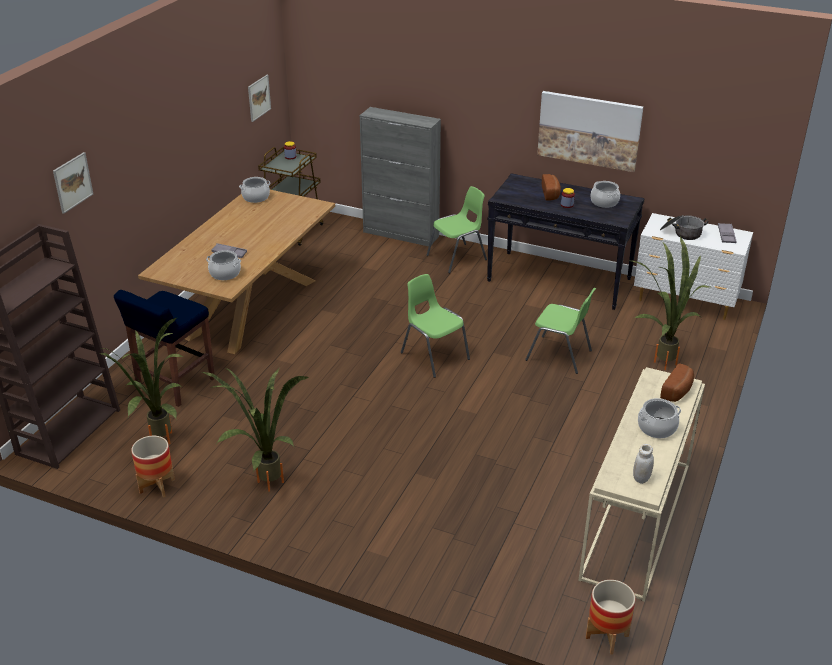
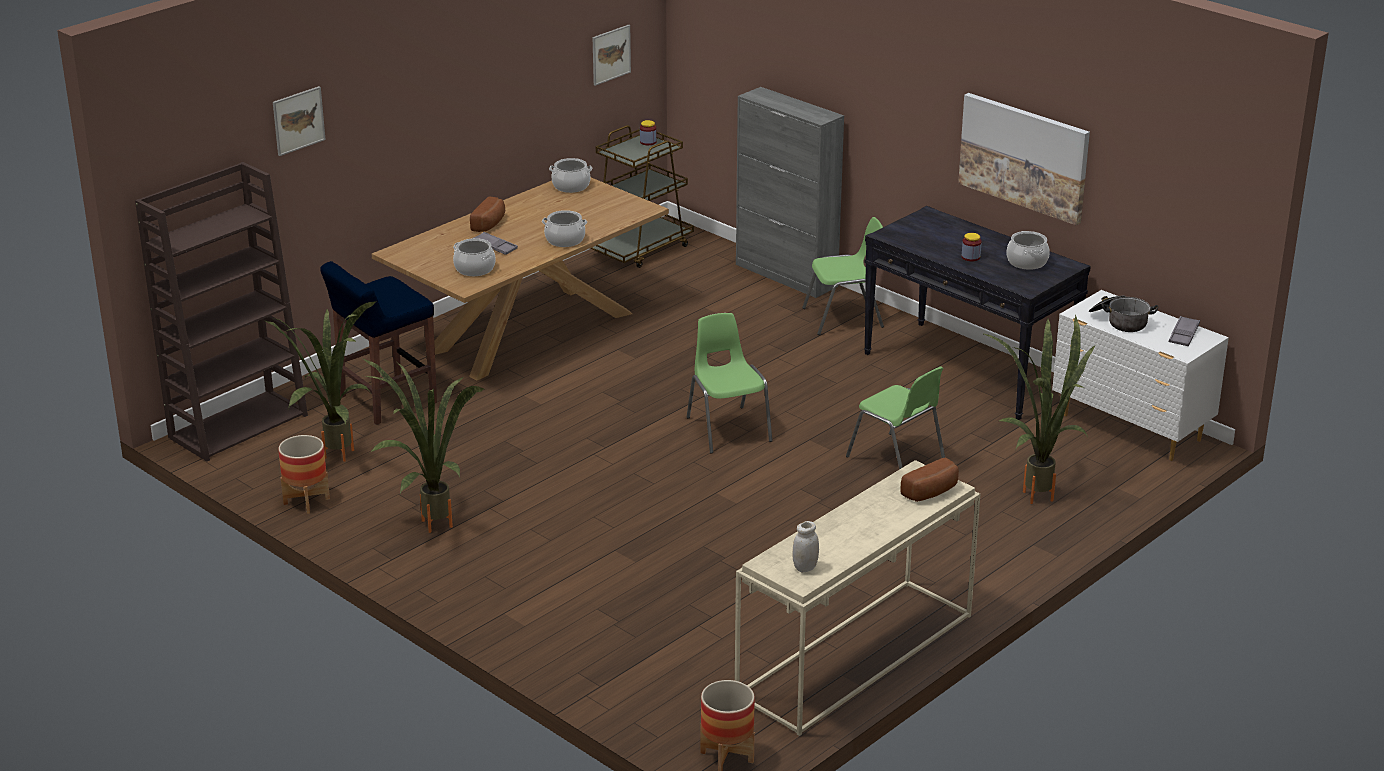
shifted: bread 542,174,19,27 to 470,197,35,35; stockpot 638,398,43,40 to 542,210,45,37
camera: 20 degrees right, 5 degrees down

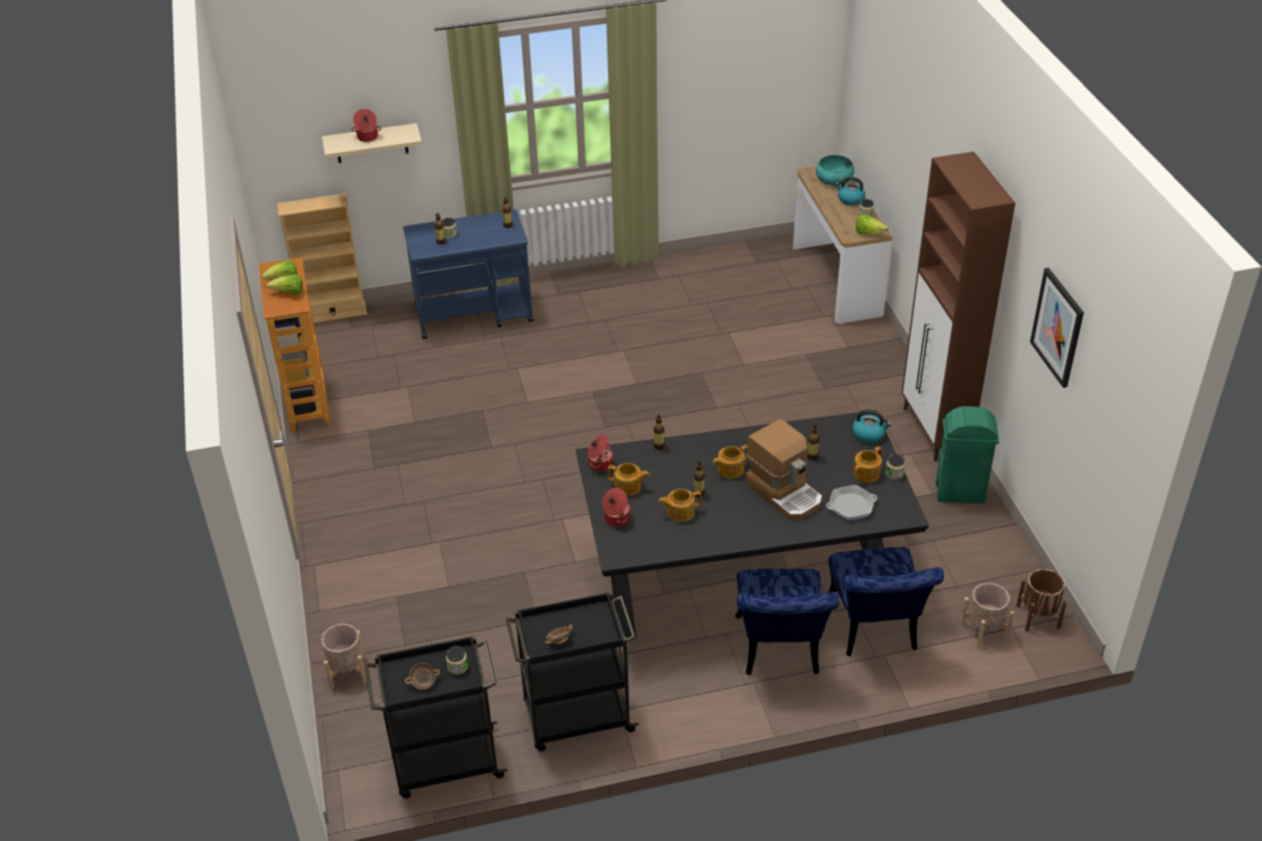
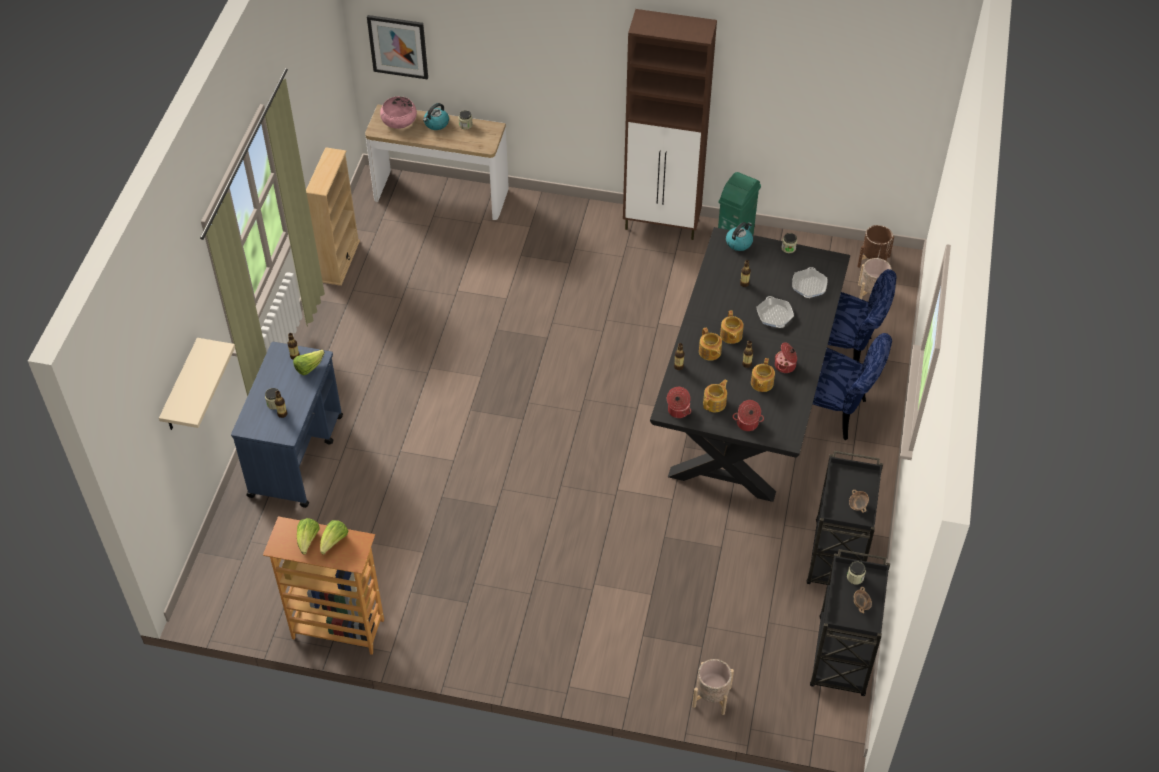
shifted: stockpot 351,109,31,33 to 775,342,22,31; bookshelf in beige 277,193,90,130 to 306,147,54,139; lettuce 856,214,33,20 to 293,350,32,25; wall art 1030,268,54,120 to 367,15,61,64; teapot 853,446,29,37 to 699,328,23,33
swapped: coffee brewer 746,419,76,101 to frying pan 756,296,38,32
repainted: bowl in turquoise 816,155,38,31 to bowl in pink-coloured 380,96,37,33
camera: 65 degrees left, 10 degrees up

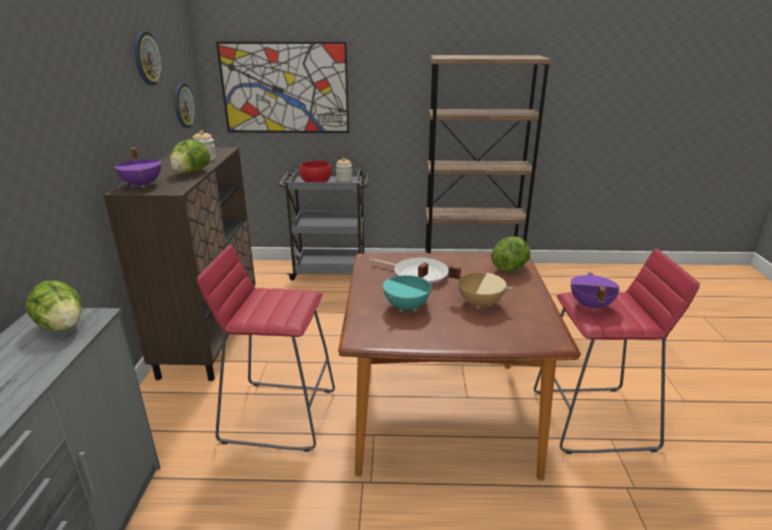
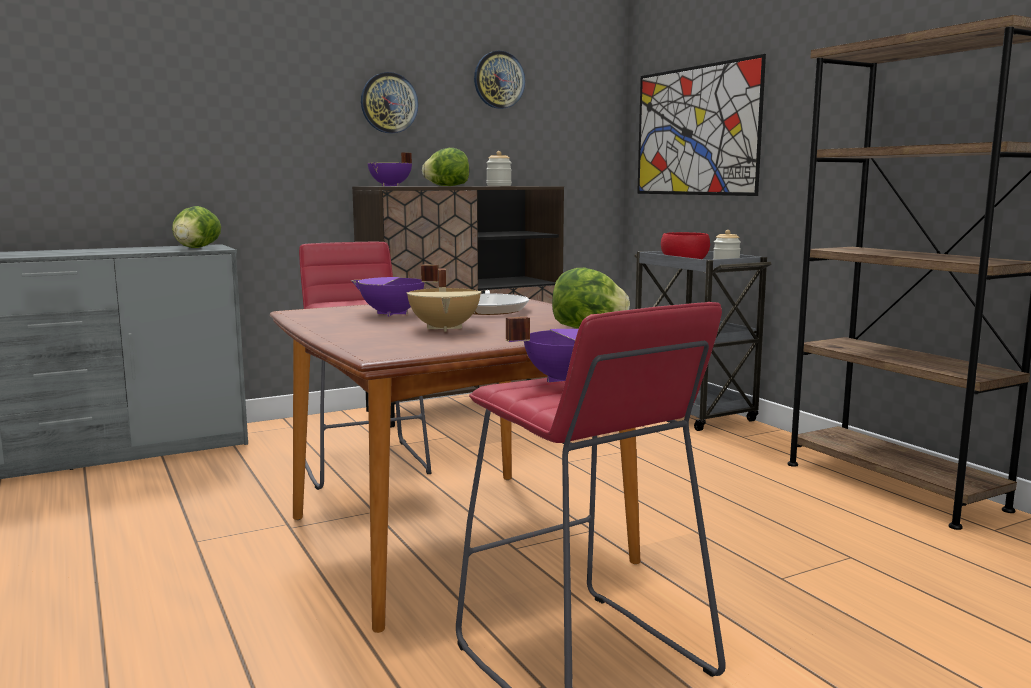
shifted: clock on the wall 175,83,20,45 to 361,72,57,61
repainted: stockpot in turquoise 383,262,48,50 to stockpot in purplish 351,264,88,53
camera: 60 degrees right, 15 degrees down

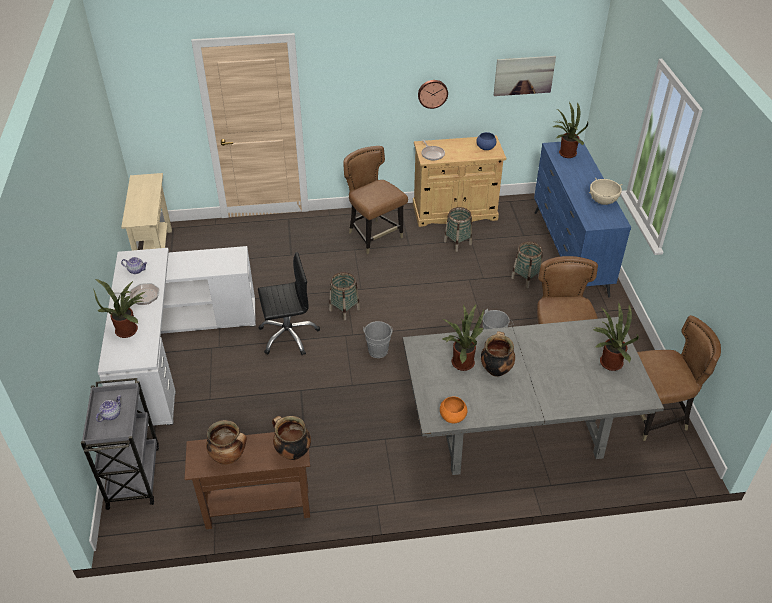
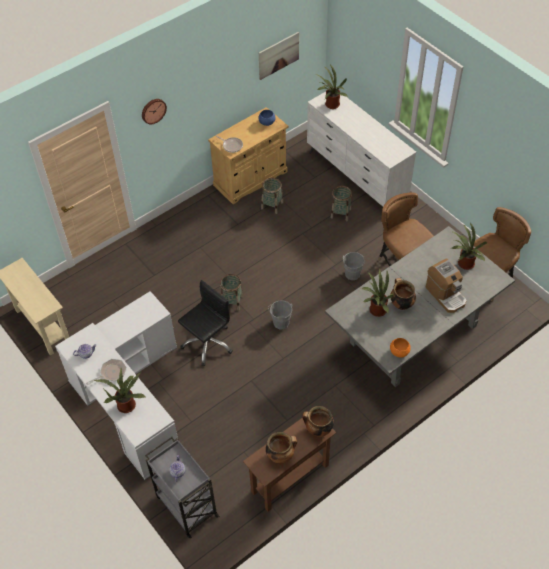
gone: upright chair in brown-coloured 343,146,65,108; stockpot in beige 589,178,34,27
new: coffee brewer 425,259,42,54
shifted: clock on the wall 418,80,30,29 to 142,99,25,25
repainted: drawer chest in blue-coloured 534,140,97,158 to drawer chest in white 307,87,109,119
camera: 30 degrees left, 10 degrees up

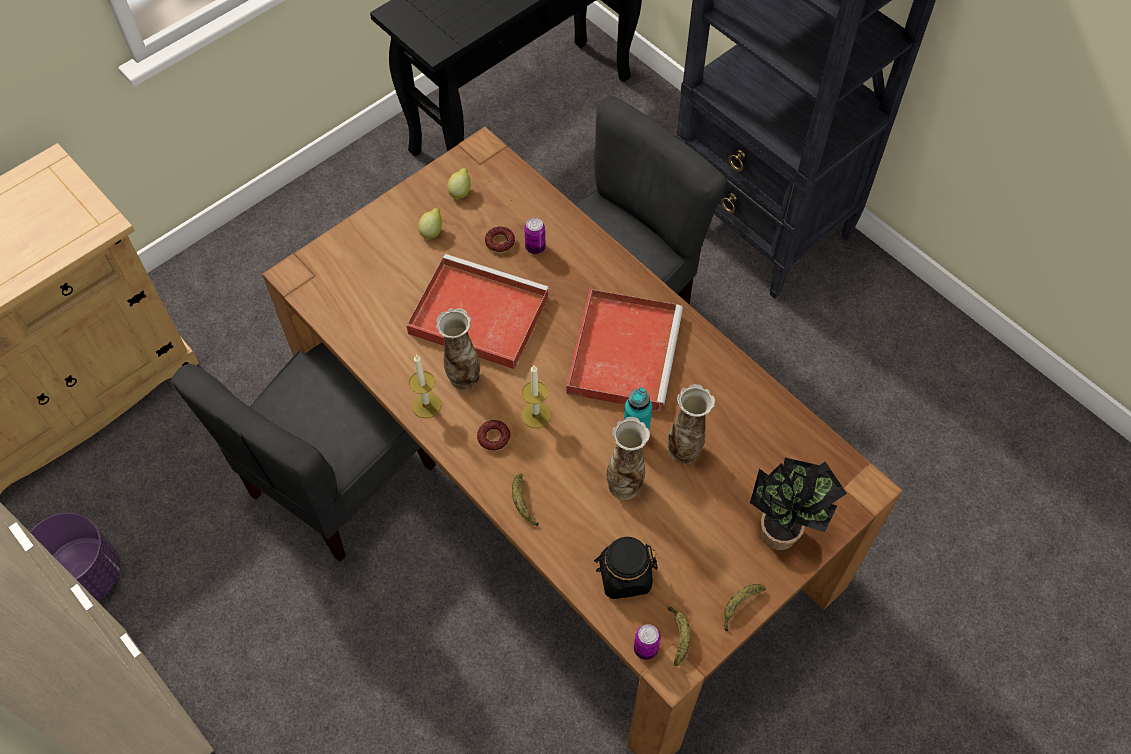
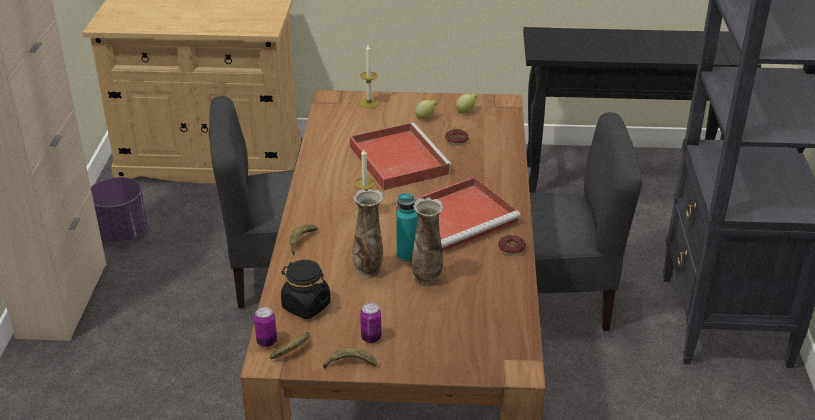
gone: decorative vase 436,308,44,82; plant in a pot 750,458,97,92
shifted: sealed can 524,218,22,36 to 360,303,21,40; wax light 409,355,33,63 to 359,45,20,63; doughnut 477,420,33,31 to 498,235,28,21
camera: 45 degrees right, 25 degrees down

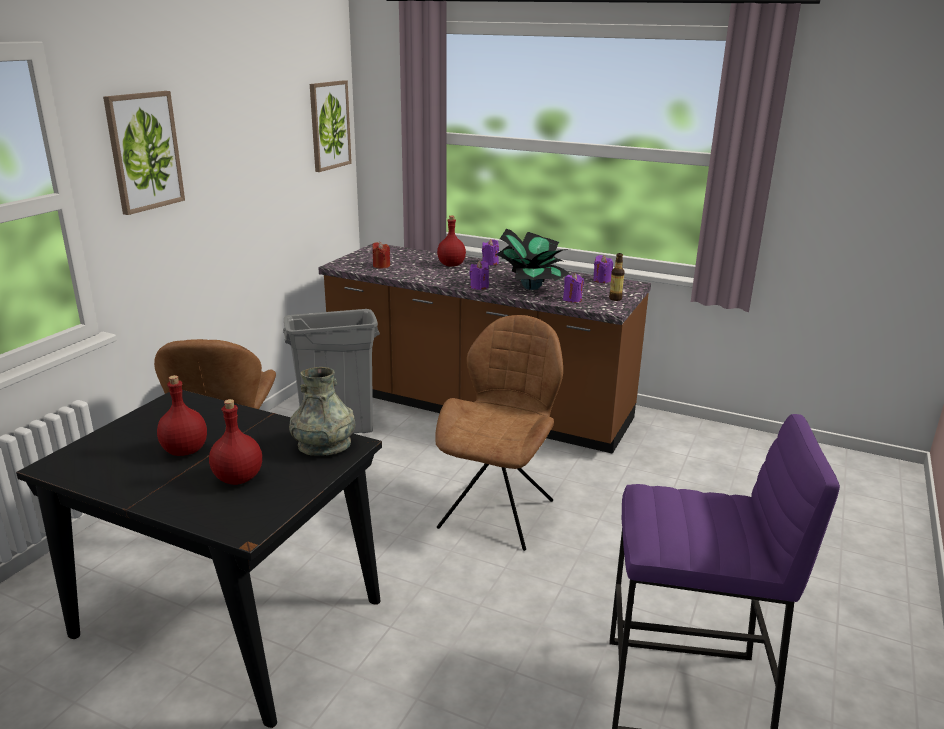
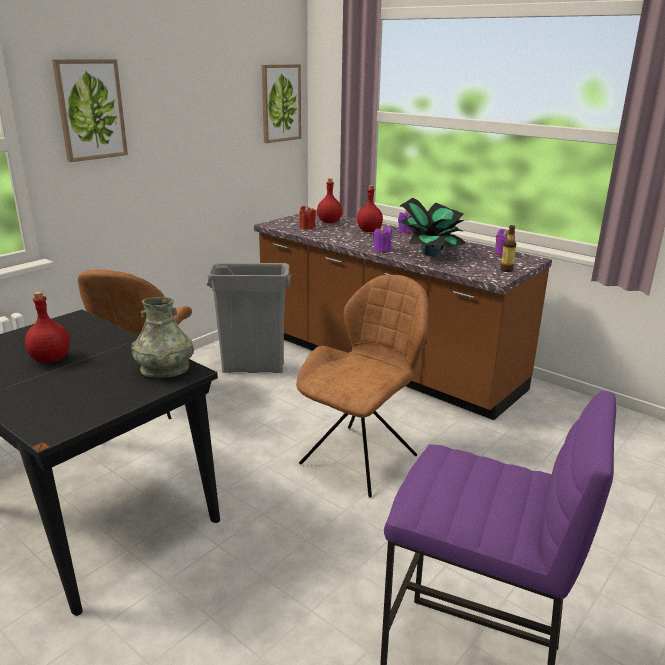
gone: wax light in purplish 563,273,21,30
shifted: drink bottle in red-coloured 209,399,53,86 to 317,178,25,45
camera: 15 degrees right, 0 degrees up

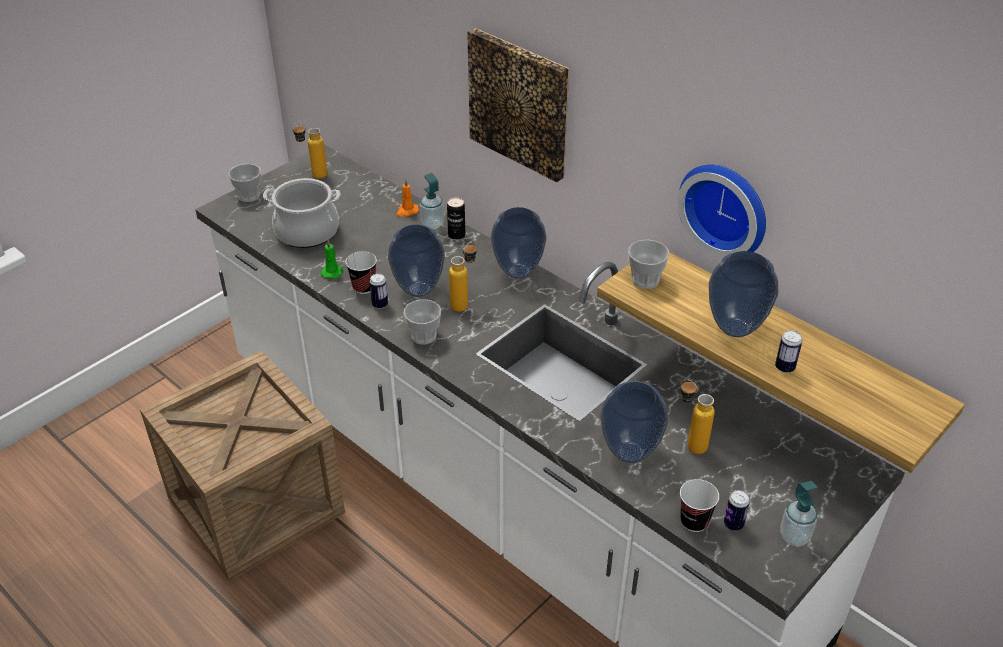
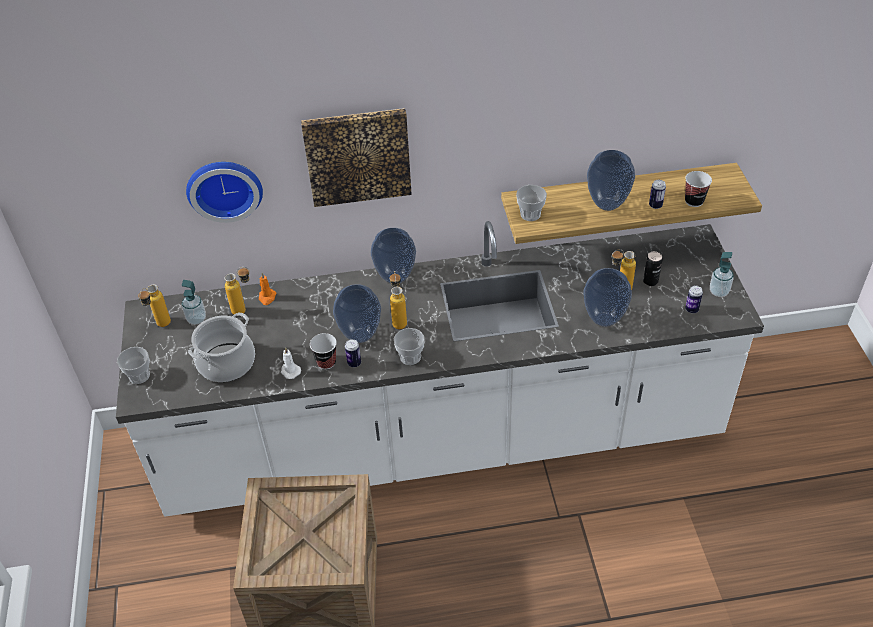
new: drink bottle 224,267,26,49
shifted: clock on the wall 678,165,88,92 to 186,162,77,61; soap bottle 420,173,24,56 to 182,280,24,45; sealed can 447,197,18,43 to 643,251,19,35; drinking cup 680,479,39,53 to 685,171,27,36
repainted: wax light in greenish 321,240,22,39 to wax light in white 281,347,20,32
camera: 50 degrees left, 5 degrees up

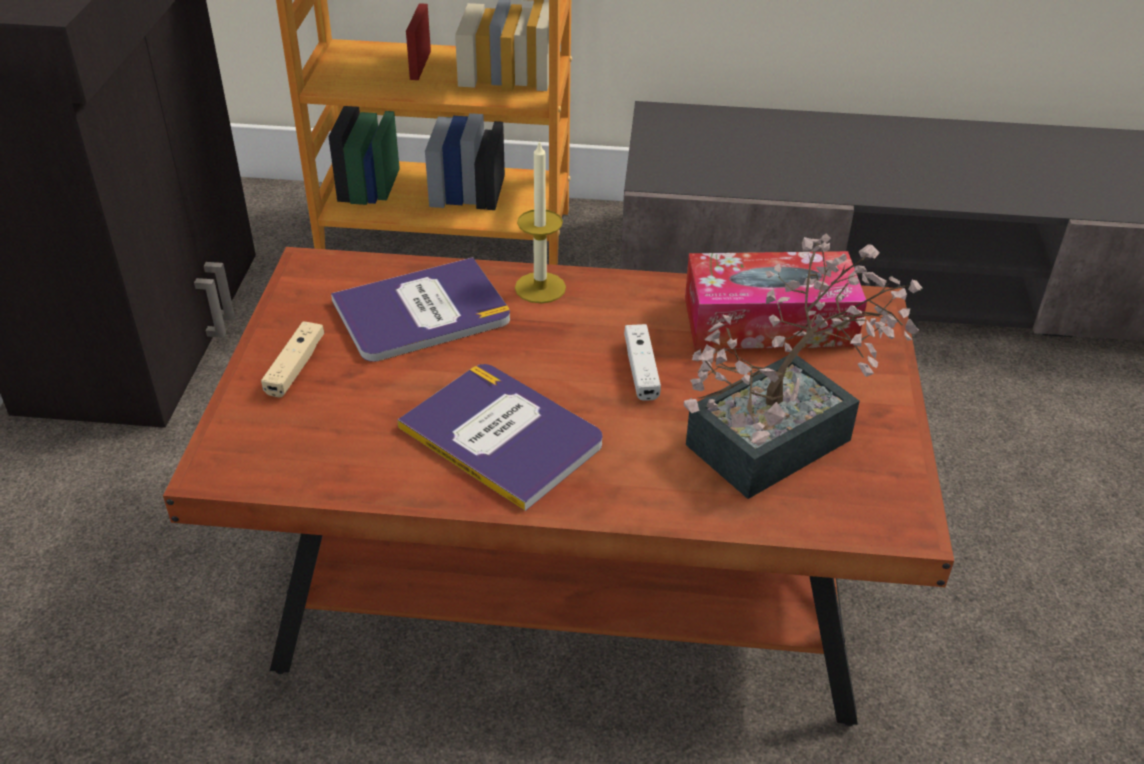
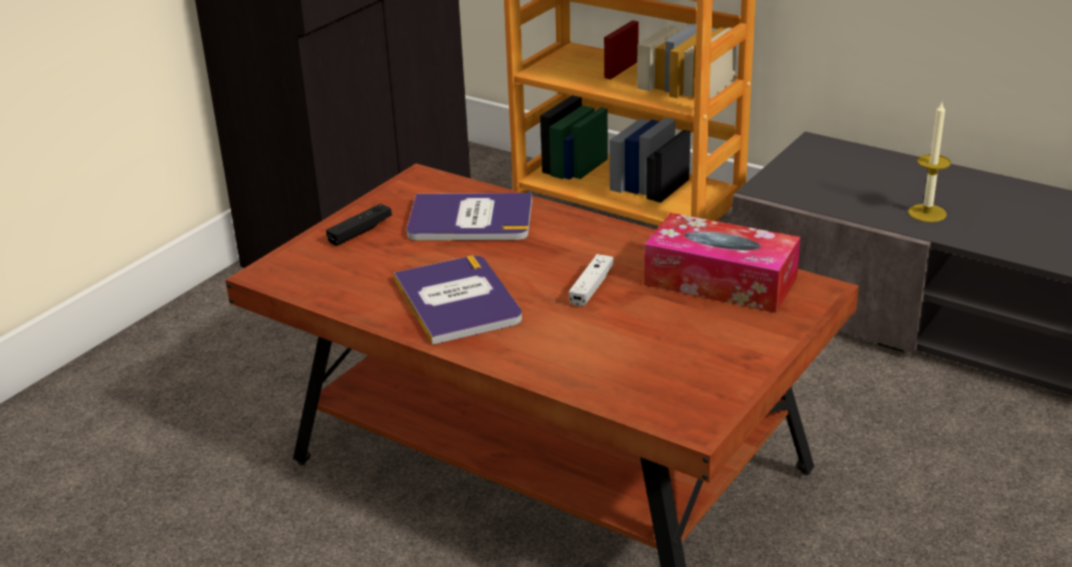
gone: plant in a pot 684,234,239,265
shifted: wax light 515,140,51,163 to 908,102,43,120
repainted: gamepad in beige 261,321,64,76 to gamepad in black 326,204,66,42
camera: 30 degrees right, 10 degrees down

